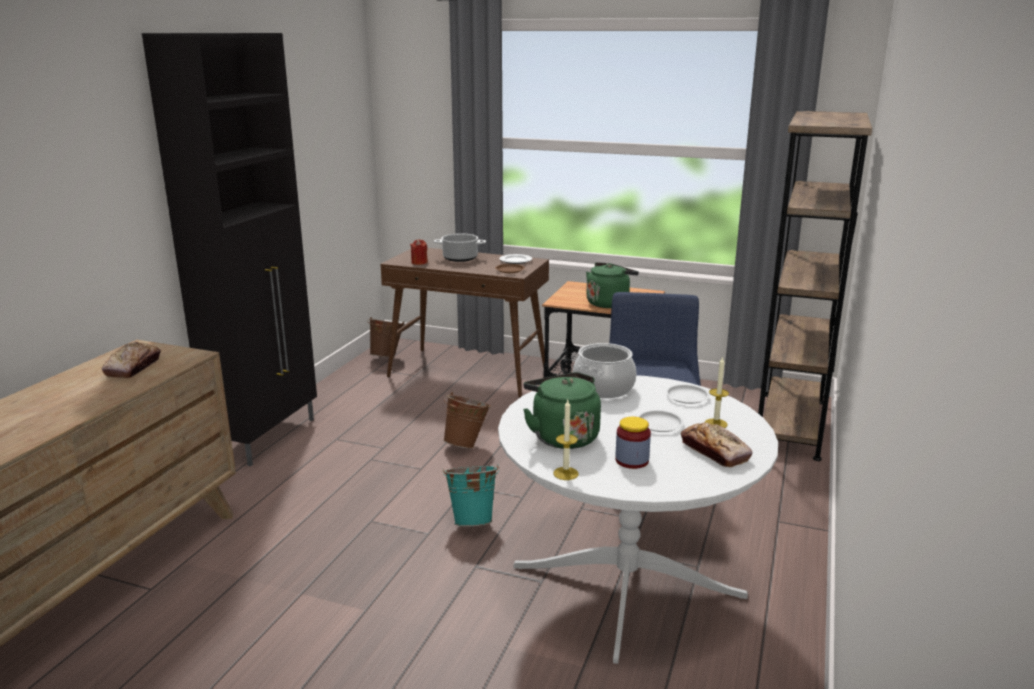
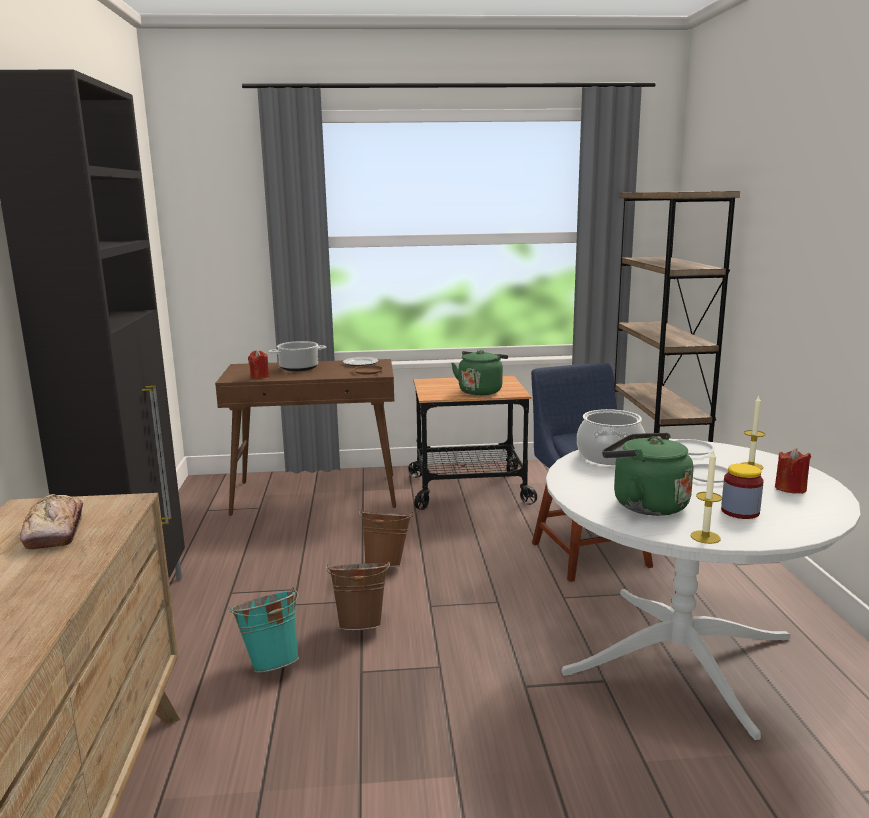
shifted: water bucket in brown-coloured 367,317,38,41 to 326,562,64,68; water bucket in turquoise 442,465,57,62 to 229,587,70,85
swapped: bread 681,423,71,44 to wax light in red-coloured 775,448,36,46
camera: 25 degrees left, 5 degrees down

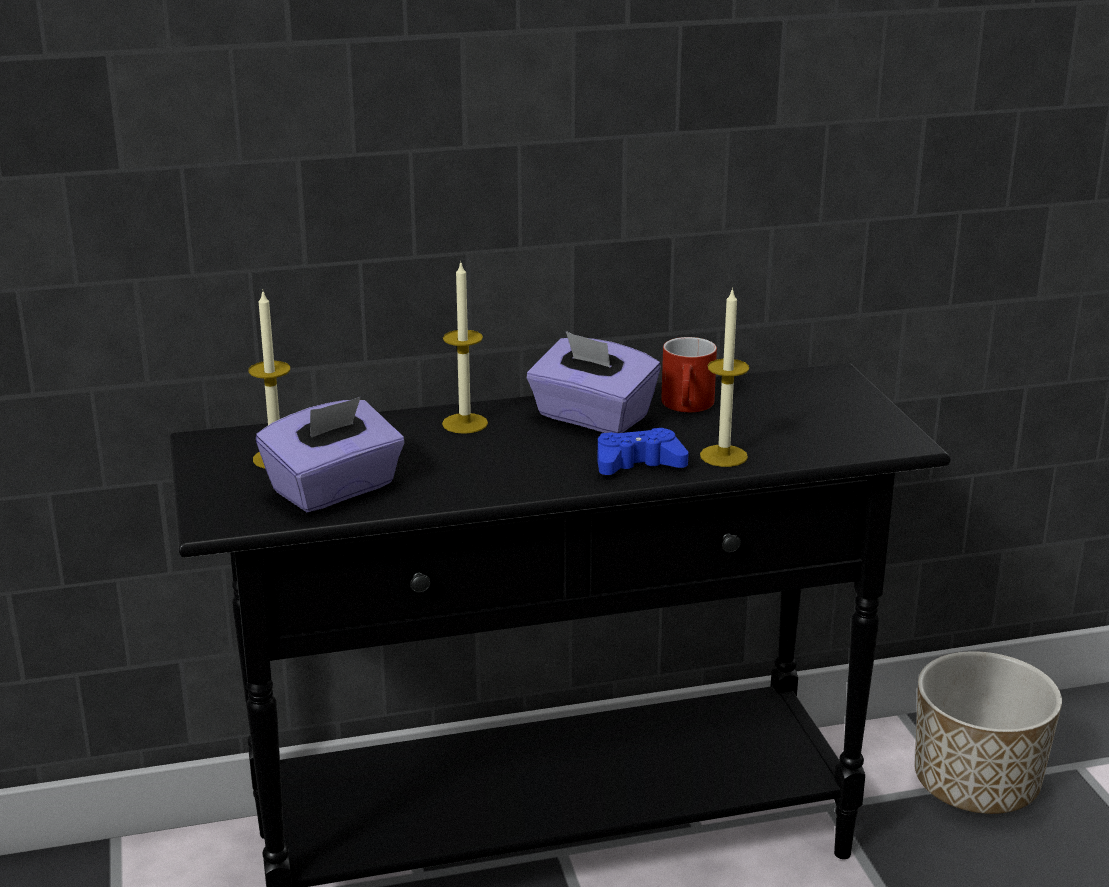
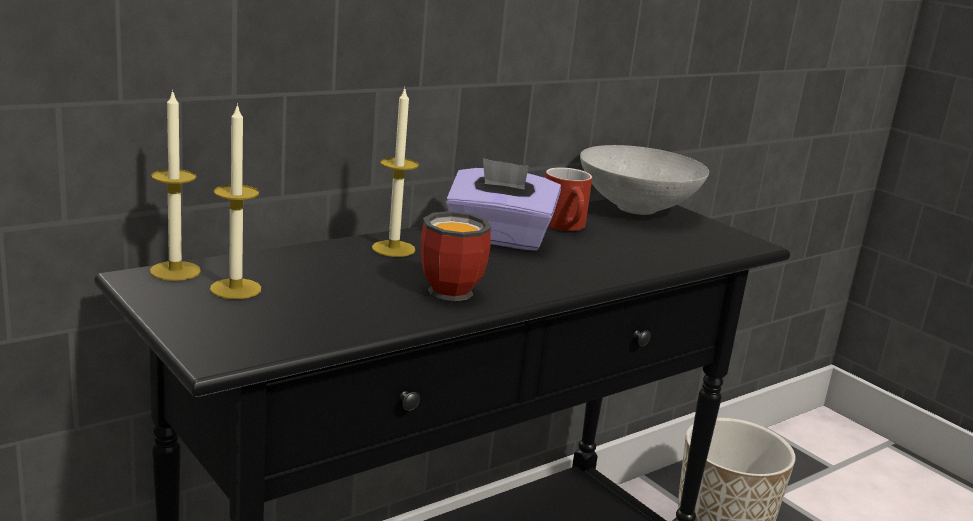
gone: tissue holder in purplish 256,397,149,115; gamepad in blue-coloured 597,428,91,47
new: bowl in gray 580,145,129,70; coffee mug 421,211,71,90
shifted: wax light 700,287,49,180 to 150,89,51,192
camera: 25 degrees left, 5 degrees down

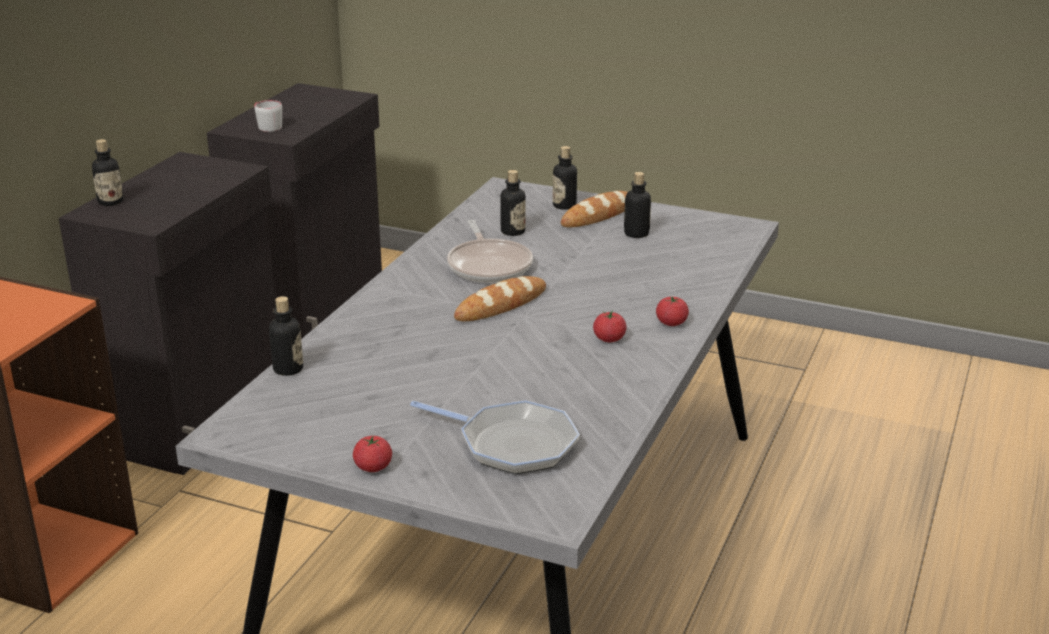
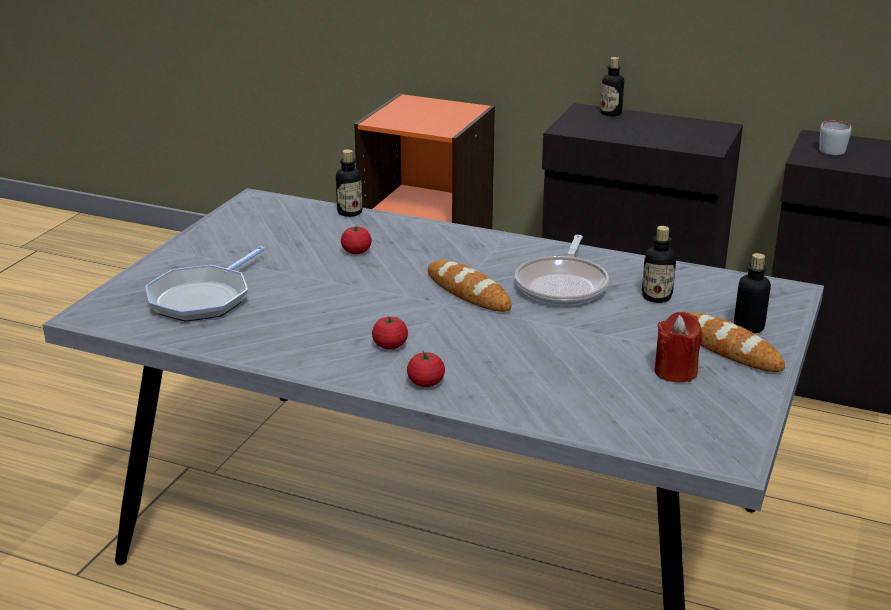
shifted: tomato 353,436,39,36 to 341,226,31,28
swapped: drink bottle 624,172,27,66 to wax light in red-coloured 654,312,49,70
rotated: frying pan 447,220,86,63 = 515,235,94,70 60 degrees counterclockwise
camera: 90 degrees right, 0 degrees up

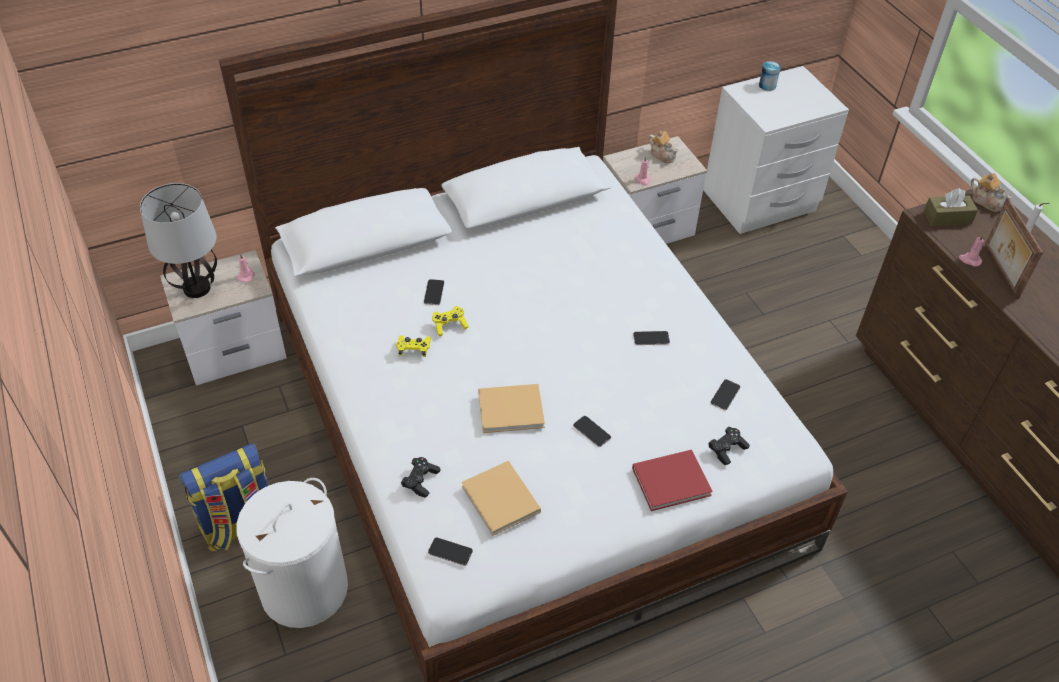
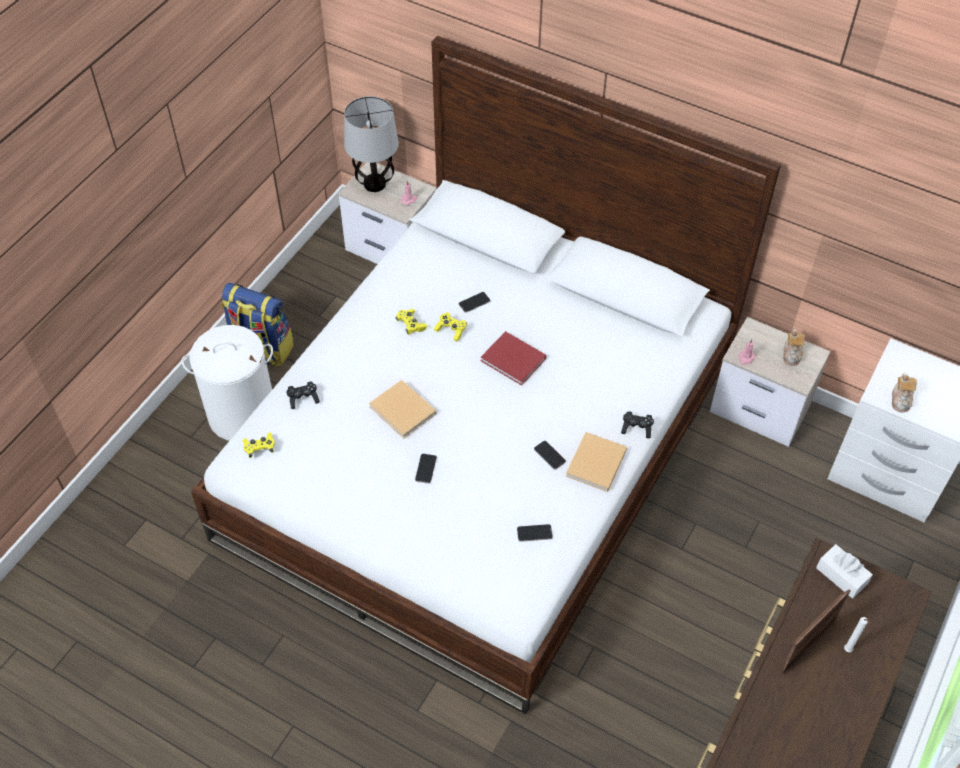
gone: sealed can 759,61,22,30; wax light in pink-coloured 959,234,26,32
shifted: teapot 971,173,41,39 to 892,373,25,40; gamepad in black 708,427,42,38 to 621,411,33,27; book in red-coloured 632,450,81,61 to 481,331,65,55; book in beige 461,461,80,75 to 566,432,61,60
swapped: handset 428,537,45,29 to gamepad in yellow-coloured 243,433,32,25
repainted: tissue holder in brown-coloured 924,188,54,38 to tissue holder in white 816,544,57,55
camera: 55 degrees right, 5 degrees up

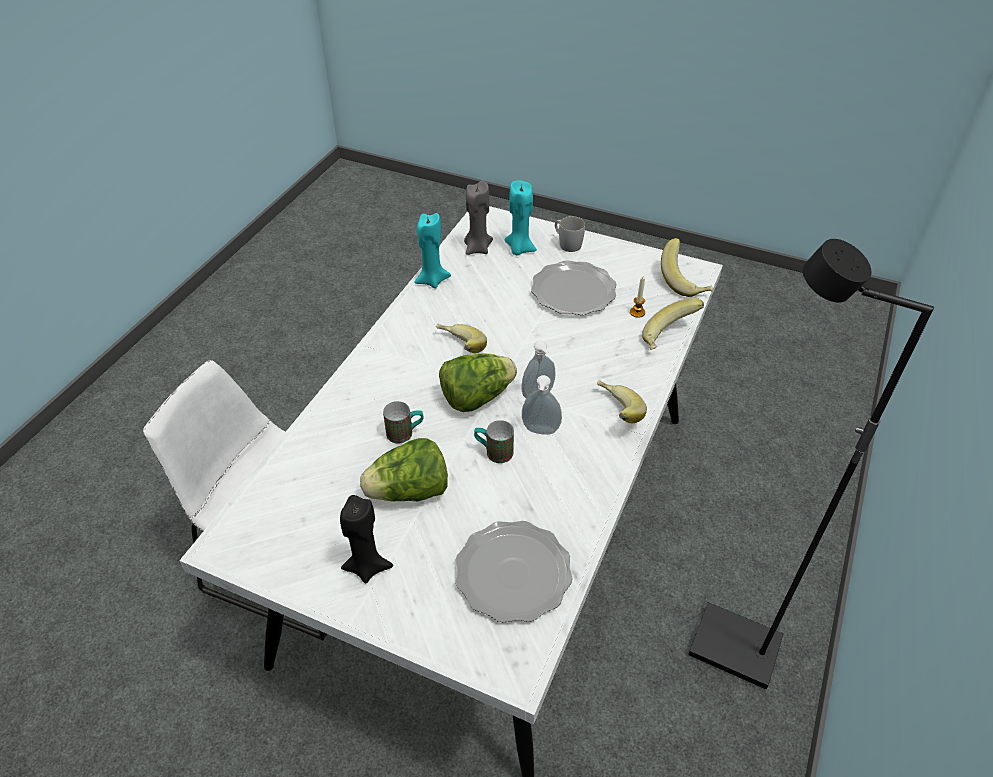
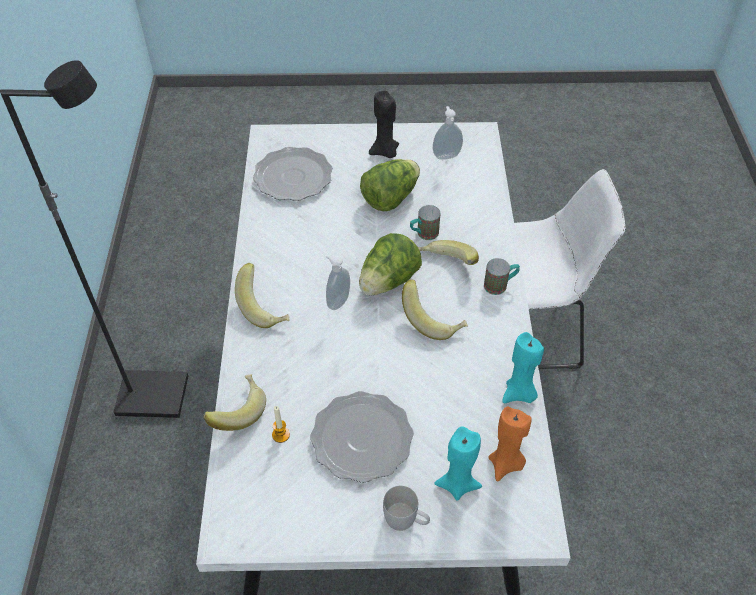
shifted: banana 661,238,52,59 to 418,240,61,25; soap bottle 522,375,40,60 to 433,106,30,54; coffee mug 474,420,40,43 to 484,258,36,37
repainted: wax light in gray 464,181,29,74 to wax light in orange 488,406,43,76
camera: 155 degrees right, 5 degrees up

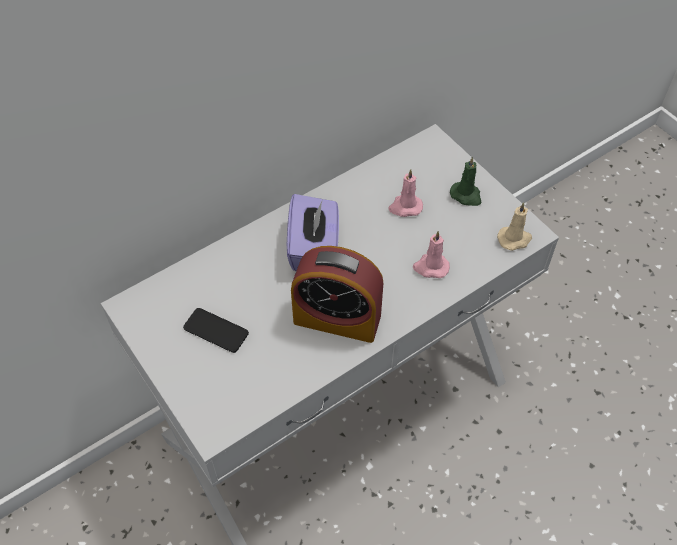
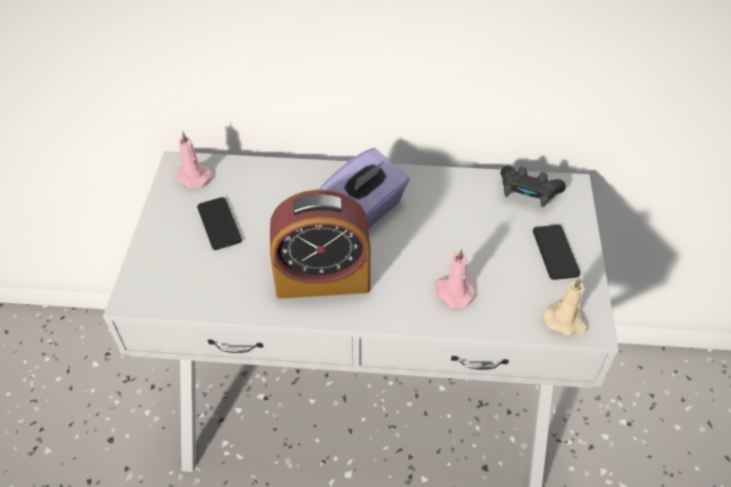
new: gamepad in black 501,165,65,42
shifted: wax light in pink-coloured 388,169,35,48 to 177,131,34,57
swapped: wax light in greenish 450,157,31,49 to handset 533,225,47,55
rotated: table clock 291,246,92,97 = 270,190,100,109 60 degrees counterclockwise
camera: 40 degrees right, 5 degrees down

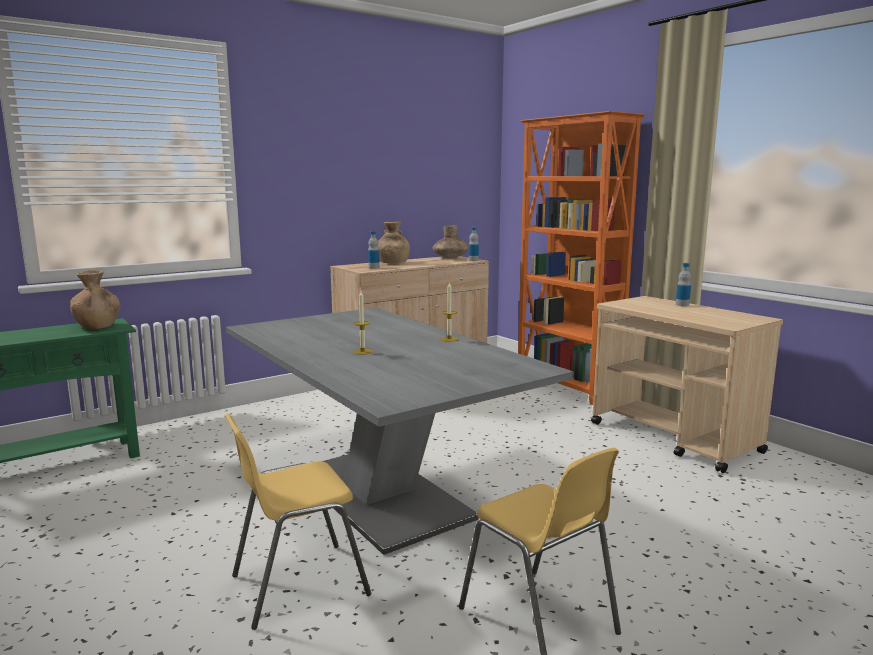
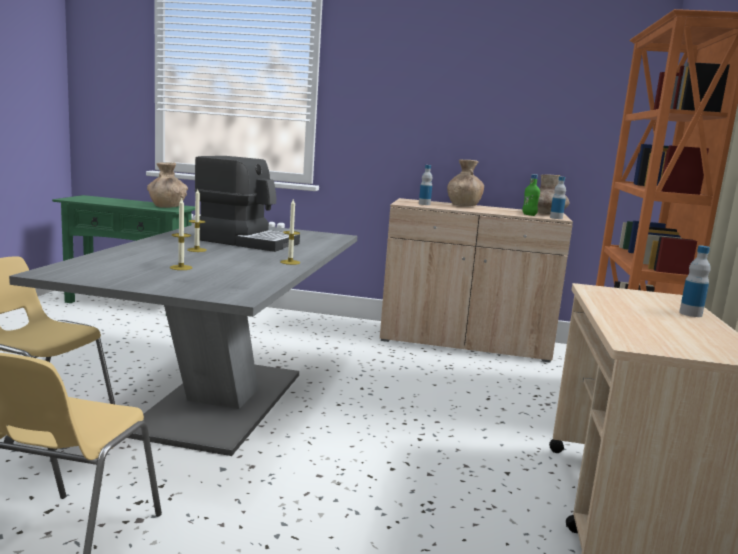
new: coffee brewer 195,156,105,96; drink bottle in greenish 522,174,18,42; wax light 170,197,22,73
camera: 45 degrees right, 0 degrees up

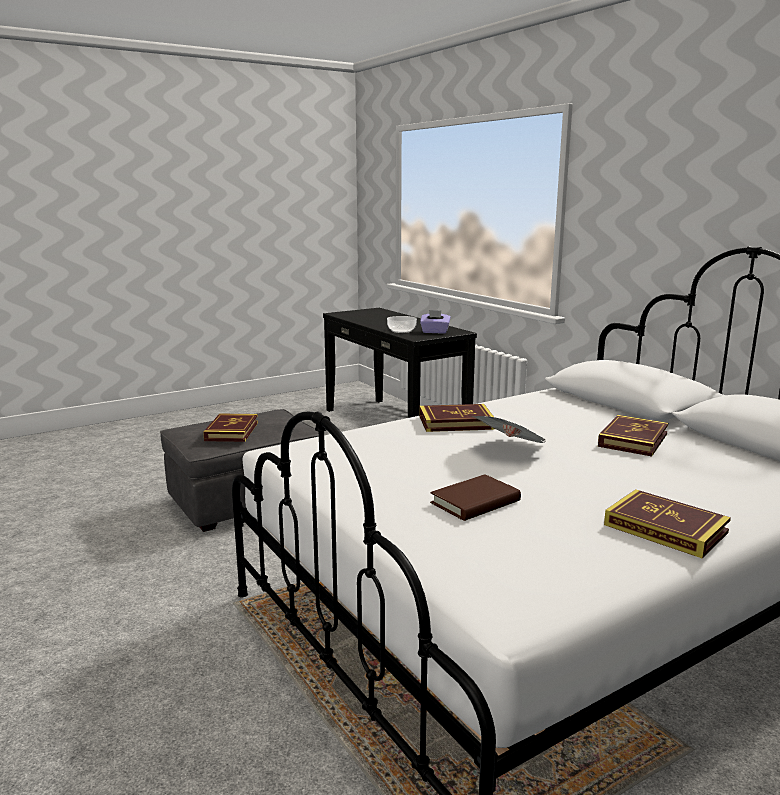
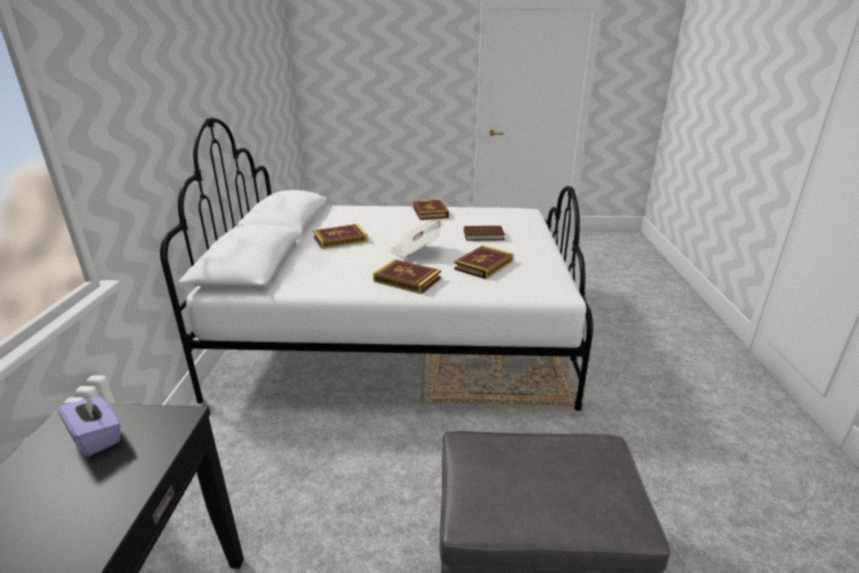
gone: bowl 387,316,30,17
shifted: book 203,413,55,29 to 454,245,60,34
camera: 145 degrees left, 10 degrees up

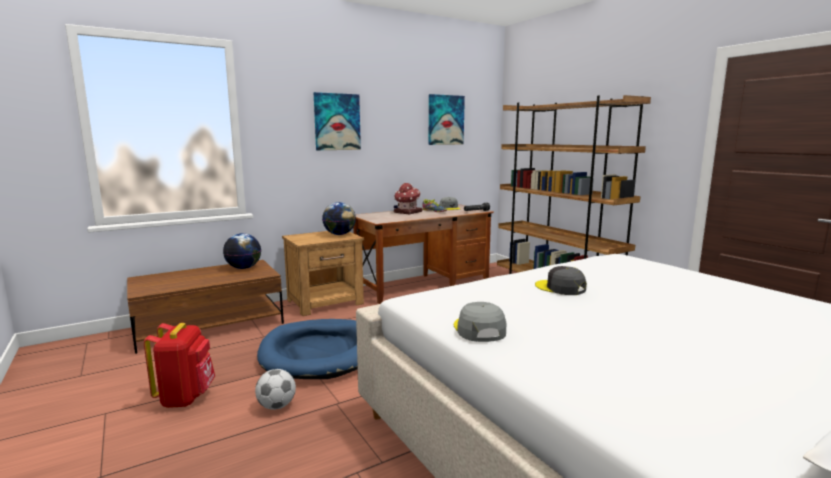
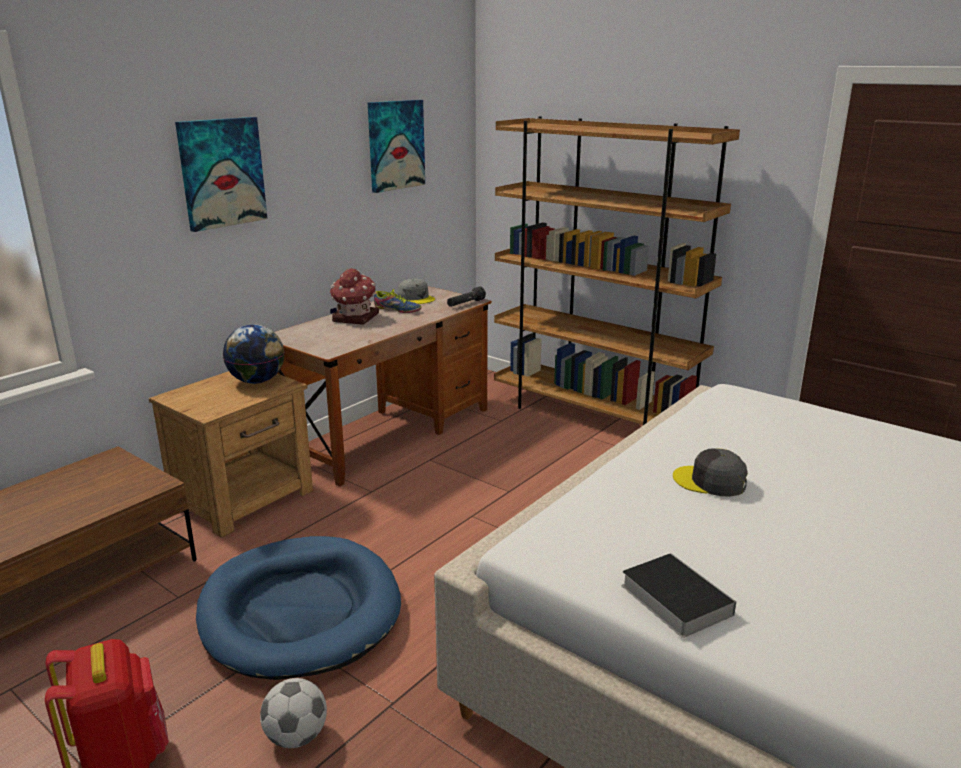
gone: world globe 223,233,38,36
swapped: cap in gray 454,302,52,40 to book 622,553,114,85
camera: 20 degrees left, 10 degrees up

